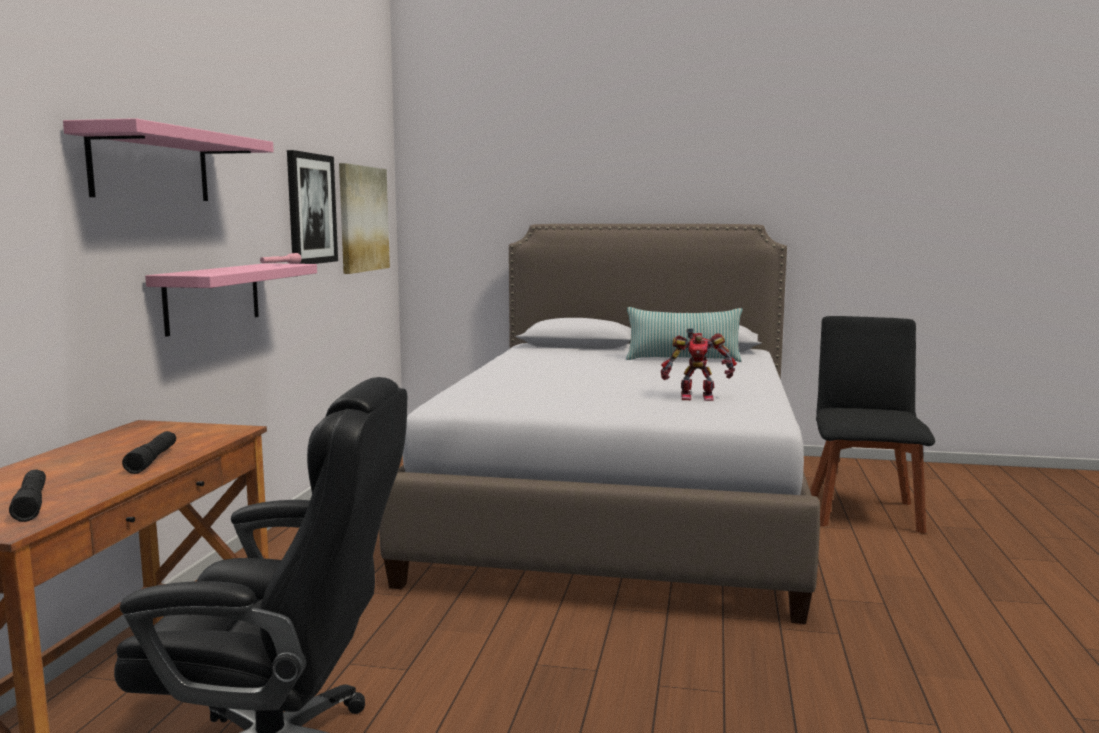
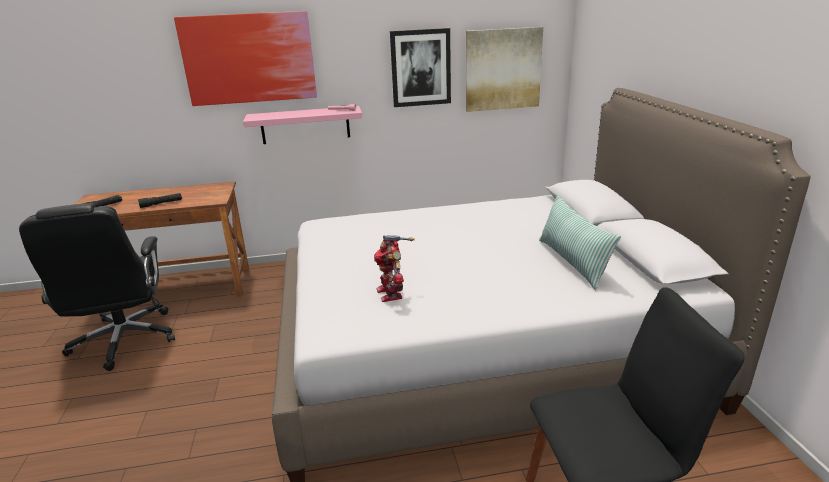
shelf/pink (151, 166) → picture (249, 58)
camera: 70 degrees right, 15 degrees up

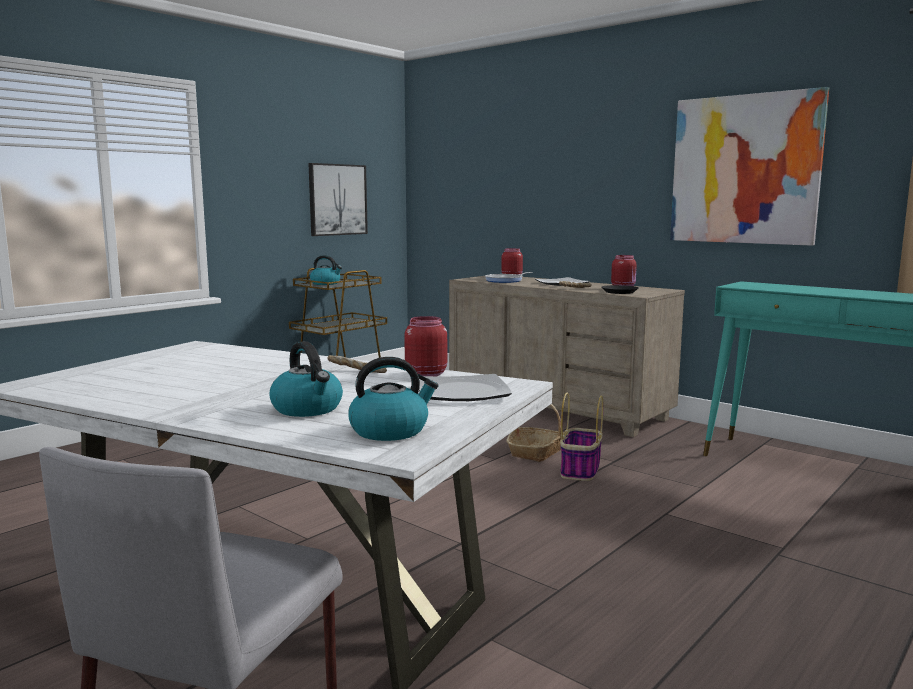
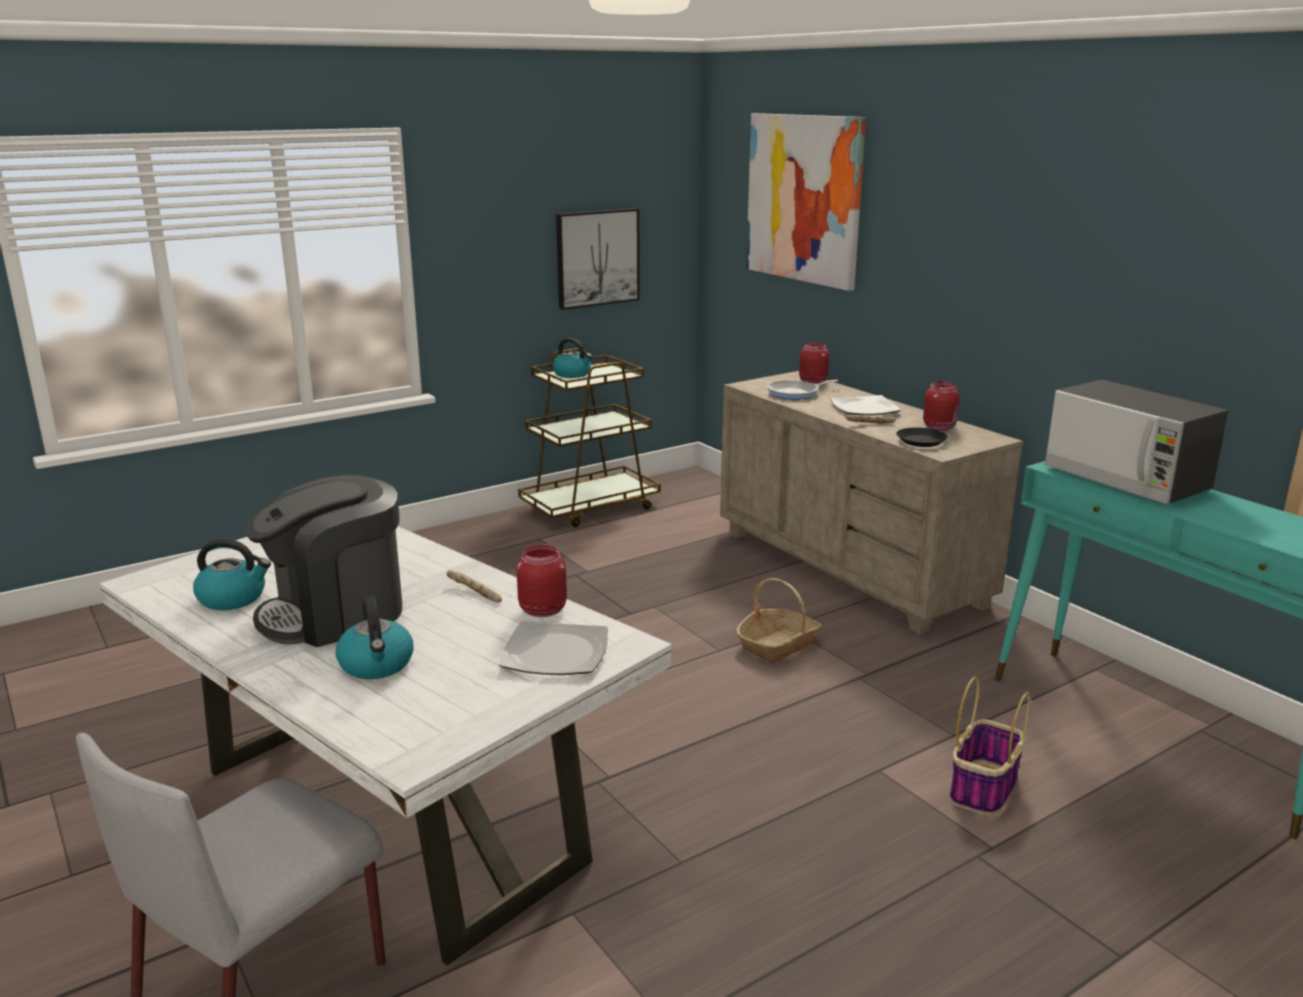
kettle (390, 430) → kettle (233, 598), move
- → coffee machine (335, 614)
picture (744, 170) → picture (803, 199), move
basket (580, 470) → basket (983, 789), move
- → microwave (1126, 479)
camera: 15 degrees right, 10 degrees up

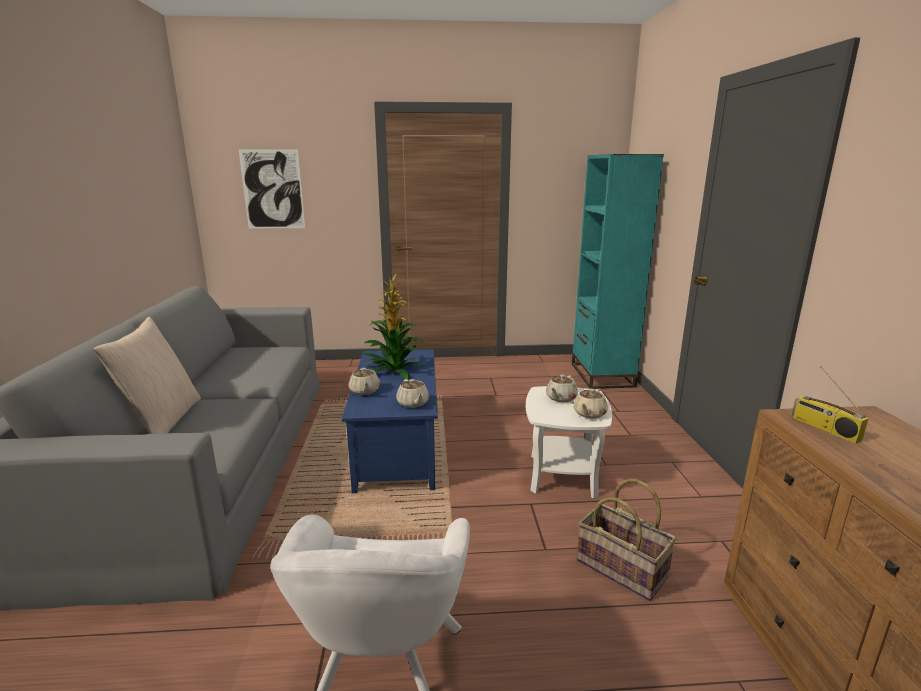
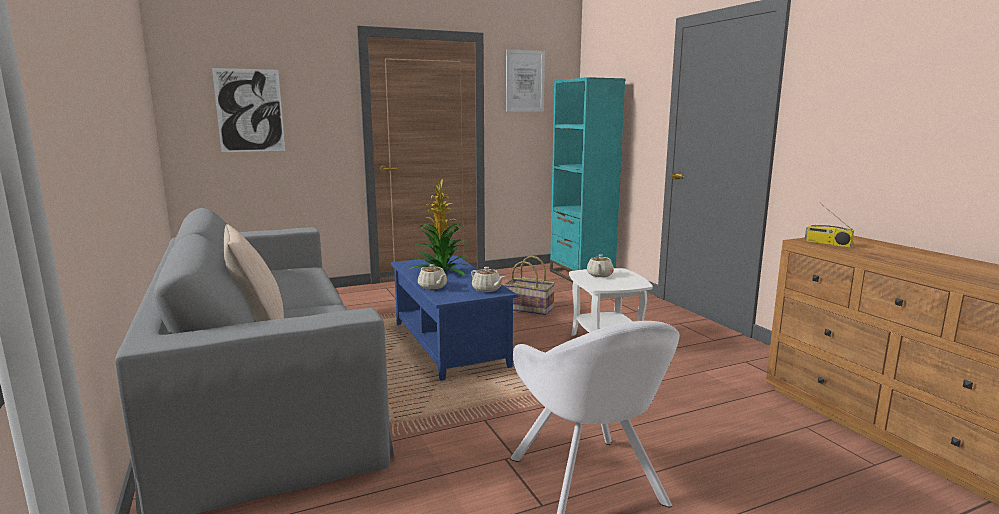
basket (622, 568) → basket (529, 308), move
- → picture (525, 81)
teapot/beige (589, 414) → -
camera: 20 degrees left, 5 degrees down

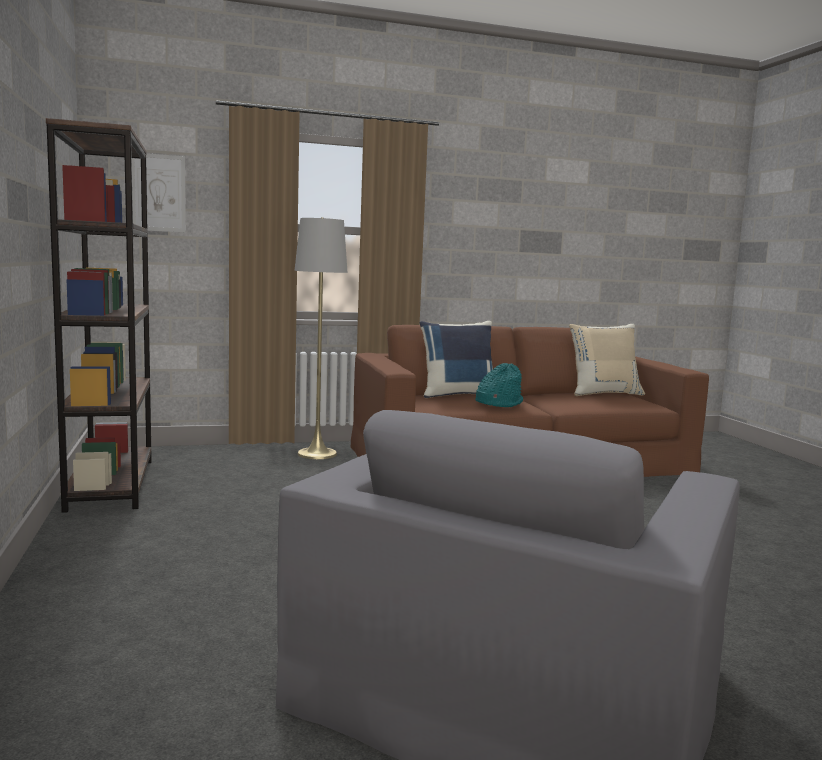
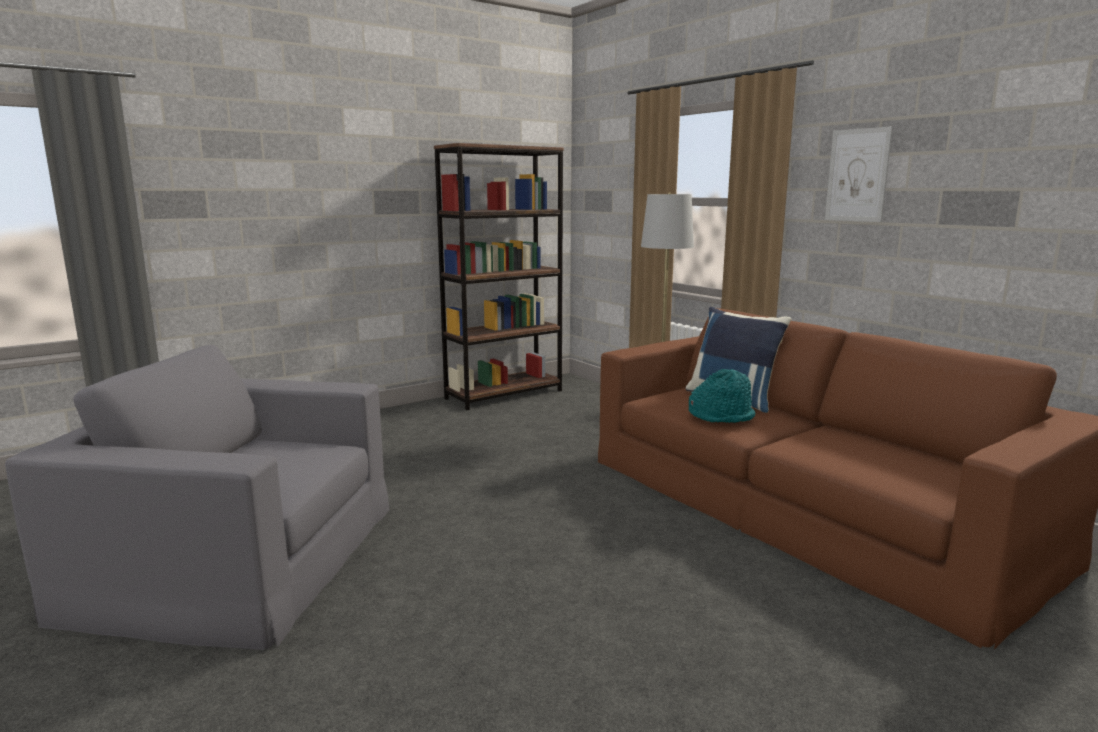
picture (158, 193) → picture (857, 175), move
pillow/beige (603, 393) → -
camera: 70 degrees right, 5 degrees up

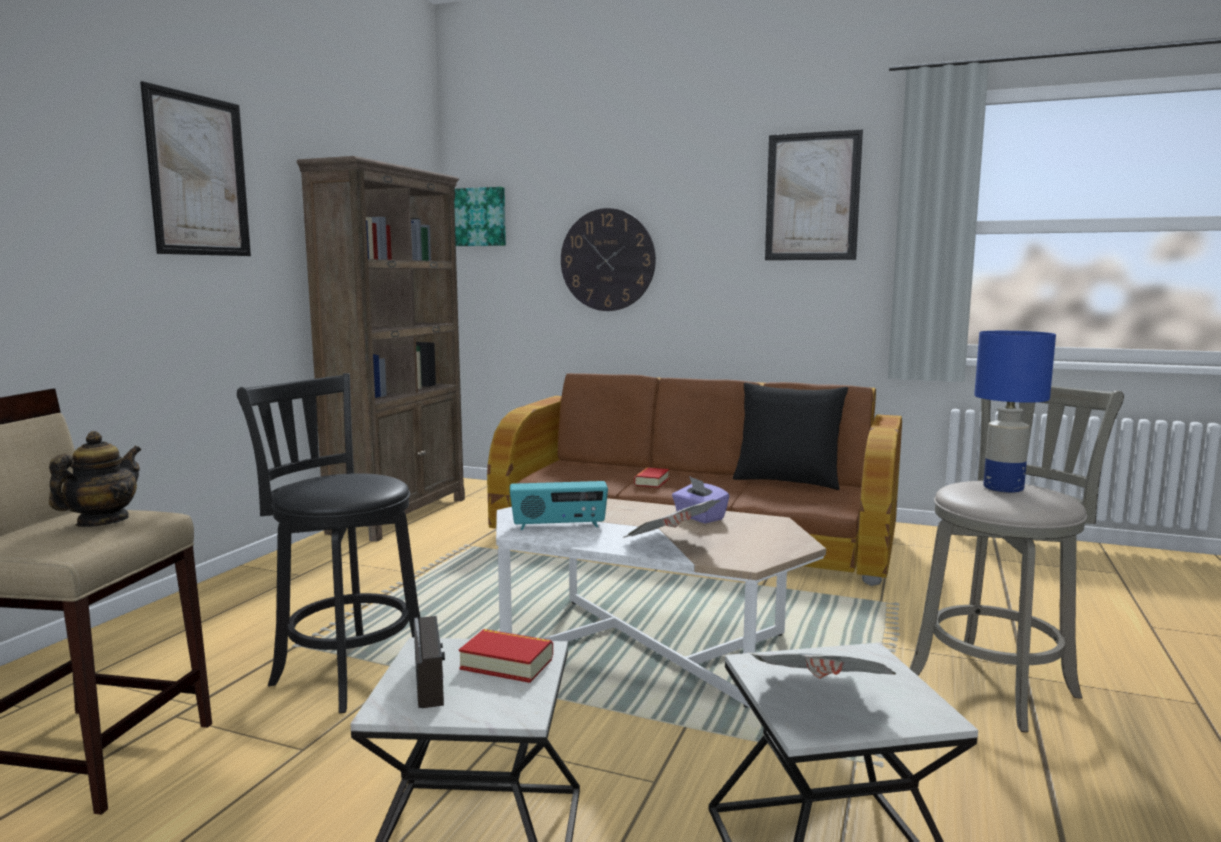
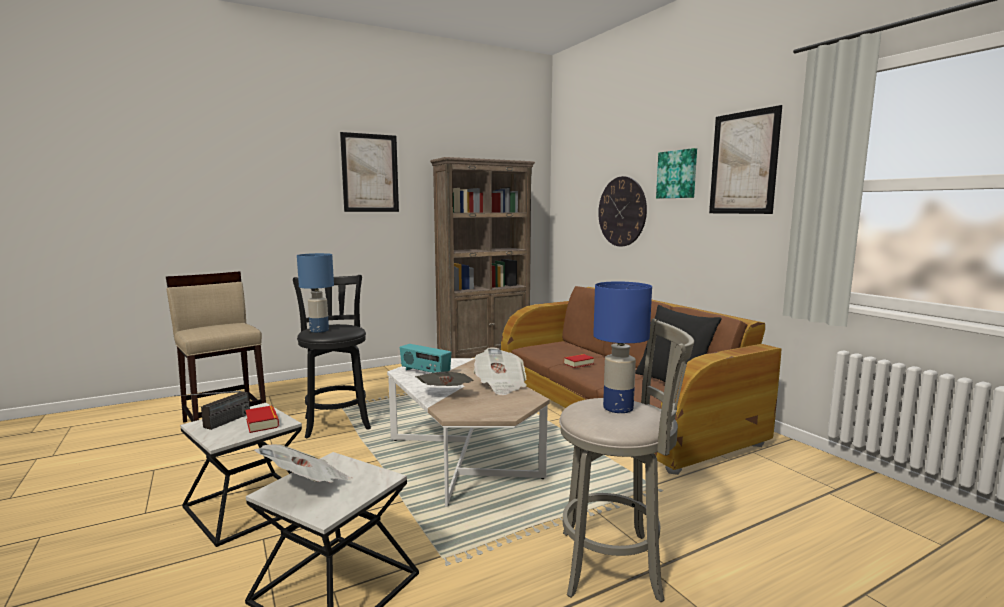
- → table lamp/blue (319, 331)
tissue box/purple (699, 517) → newspaper (500, 385)
picture (480, 217) → picture (677, 174), move
teapot (102, 522) → -
camera: 40 degrees right, 0 degrees up

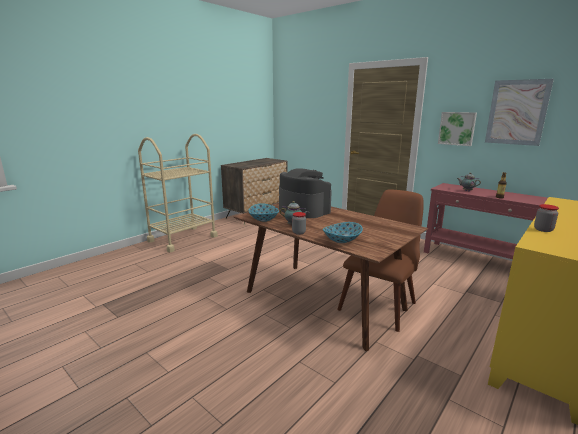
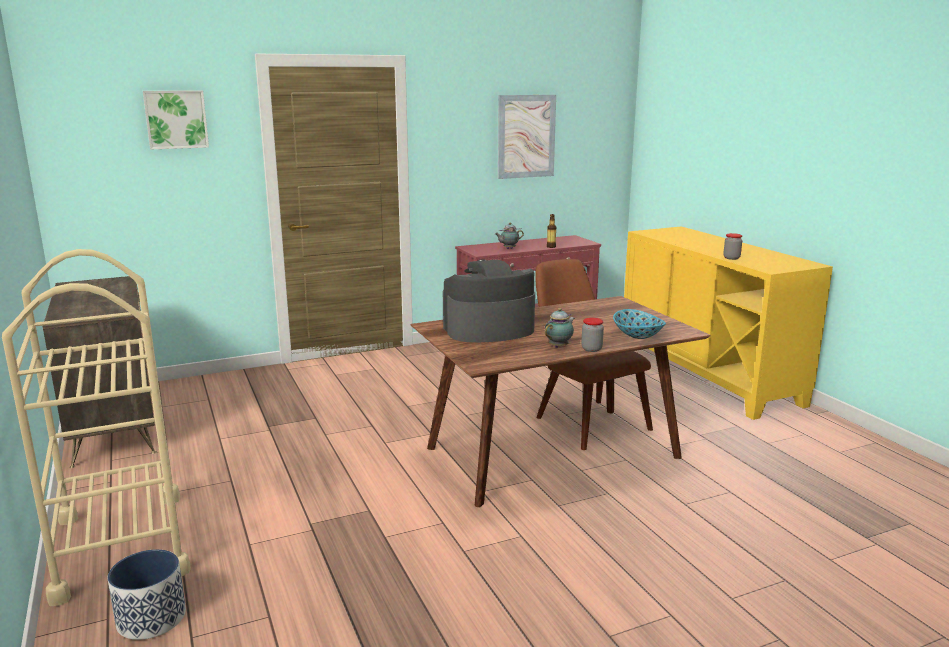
- → planter (151, 619)
picture (457, 128) → picture (176, 119), move
bowl (263, 219) → -
camera: 65 degrees left, 0 degrees up

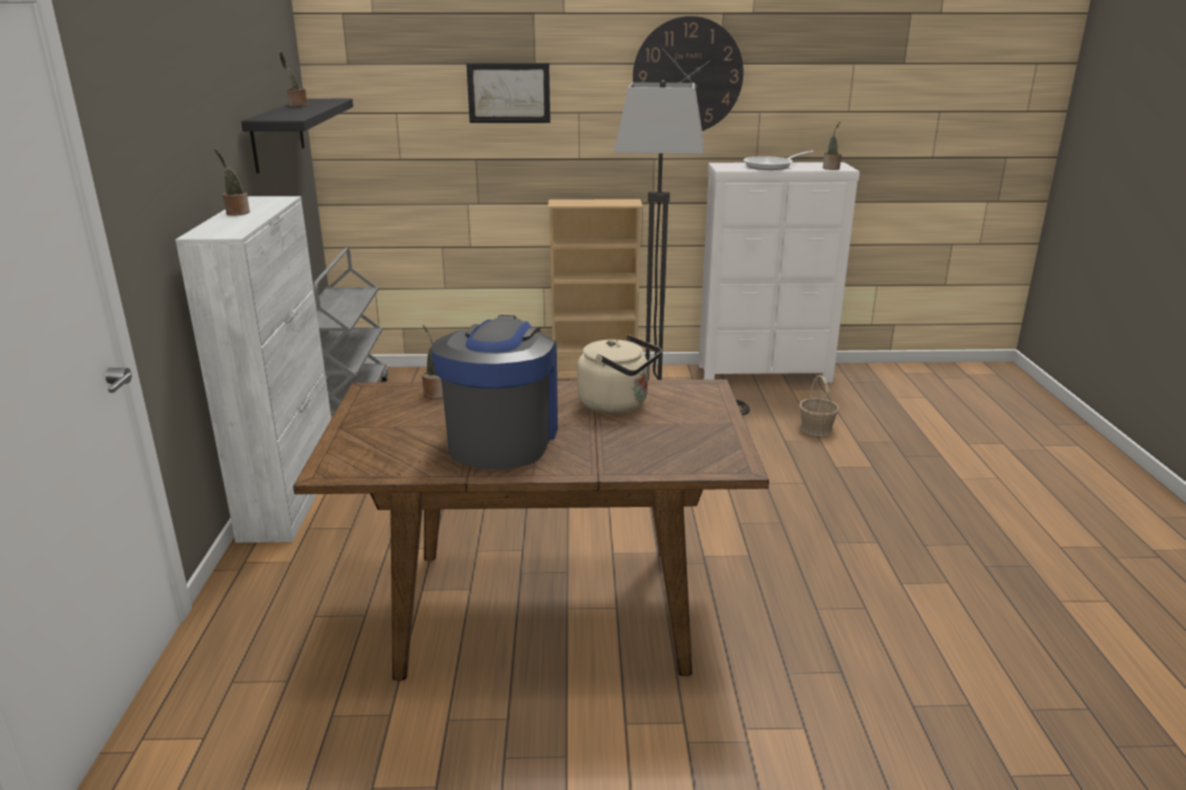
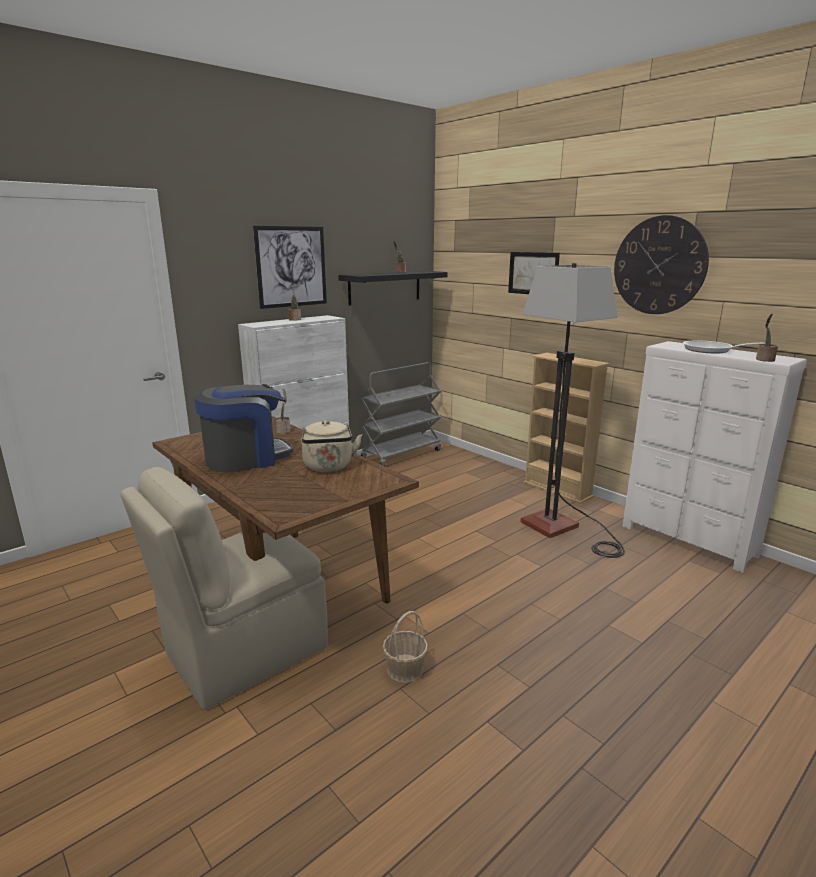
- → chair/beige (242, 652)
- → picture (291, 266)
basket (816, 429) → basket (404, 669), move
camera: 50 degrees right, 5 degrees down

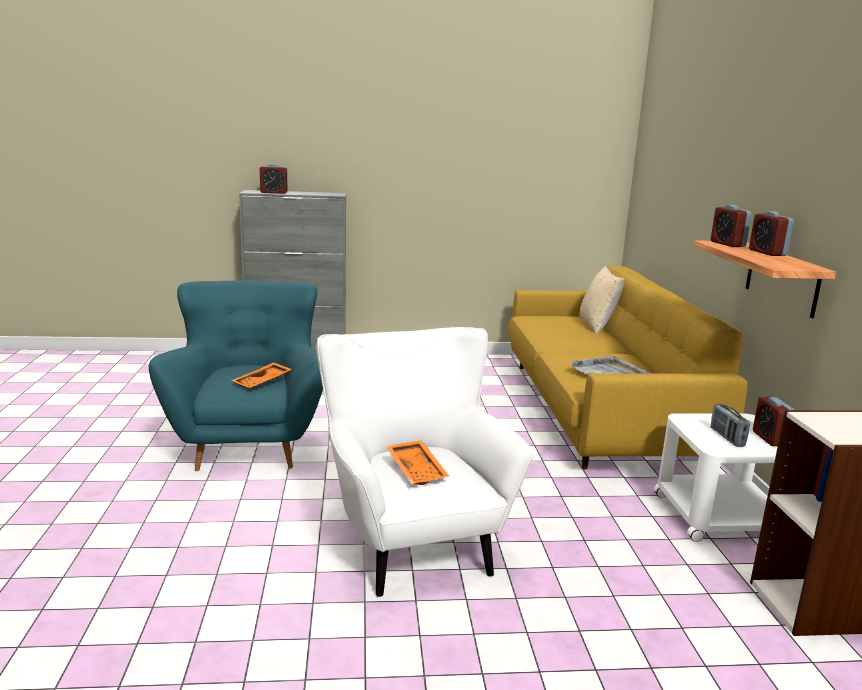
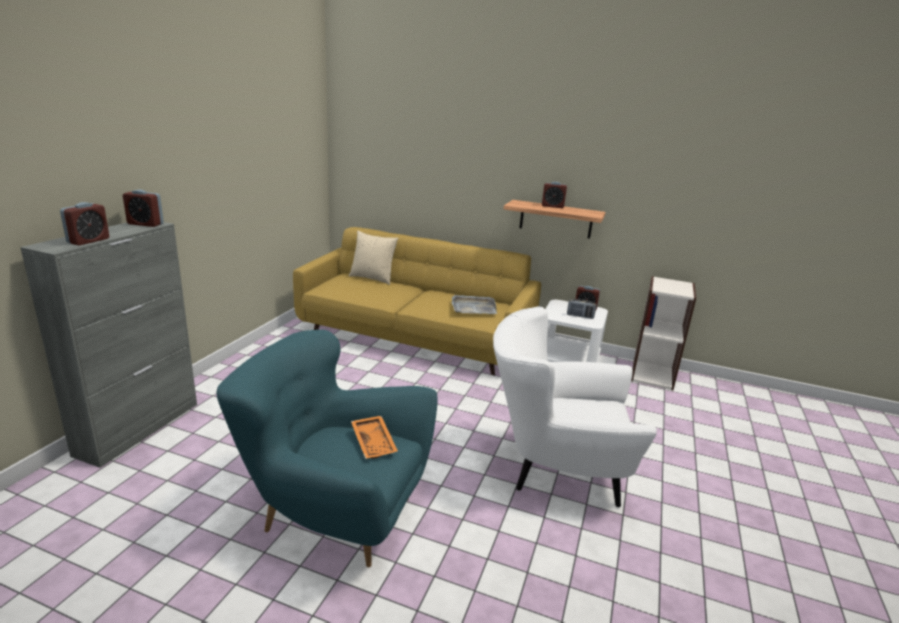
alarm clock (727, 244) → alarm clock (145, 224), move
tray/orange (418, 470) → -
camera: 65 degrees left, 5 degrees up

